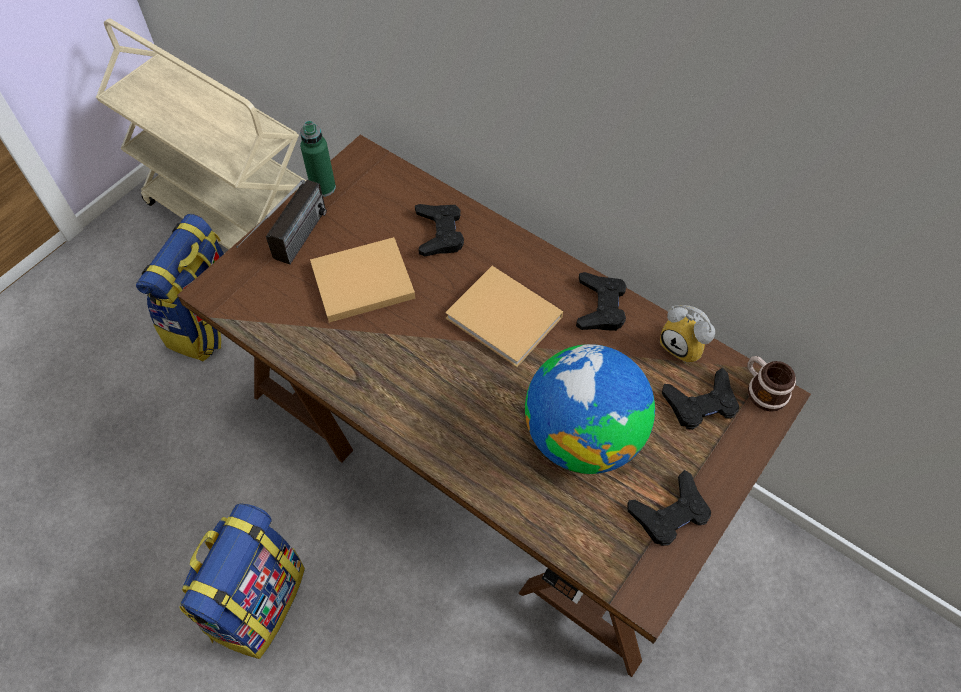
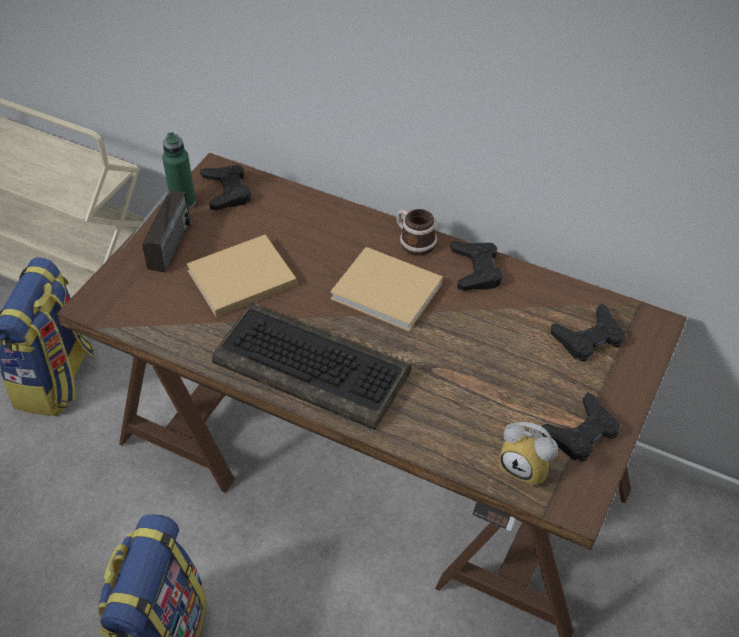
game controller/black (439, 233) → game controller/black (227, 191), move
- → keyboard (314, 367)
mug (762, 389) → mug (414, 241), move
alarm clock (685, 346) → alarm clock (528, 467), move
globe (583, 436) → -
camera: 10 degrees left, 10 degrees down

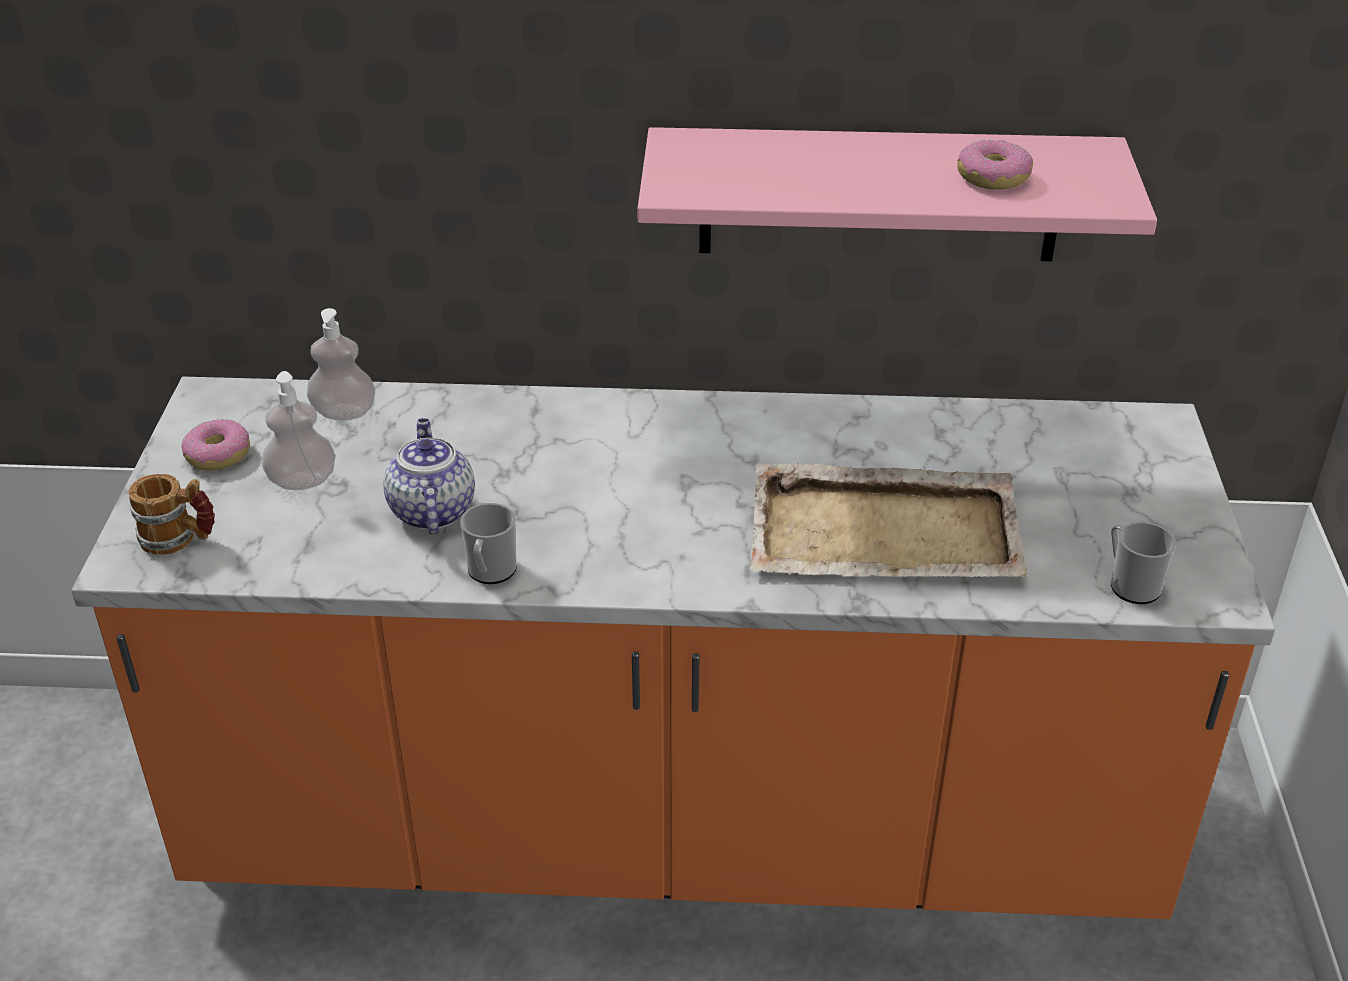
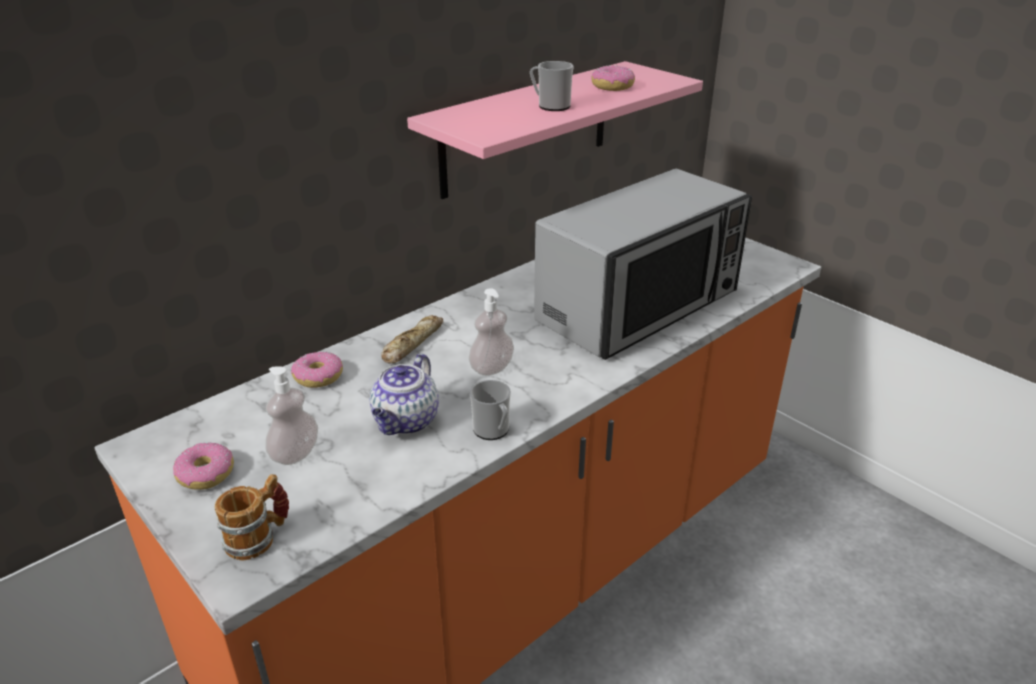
- → donut (319, 377)
teapot (431, 510) → teapot (406, 422), 105 degrees counterclockwise
- → bread (412, 344)
soap dispenser (344, 412) → soap dispenser (491, 368), move
mug (1130, 585) → mug (550, 106), move
tray/beige (887, 531) → microwave (639, 307)
camera: 45 degrees left, 5 degrees down

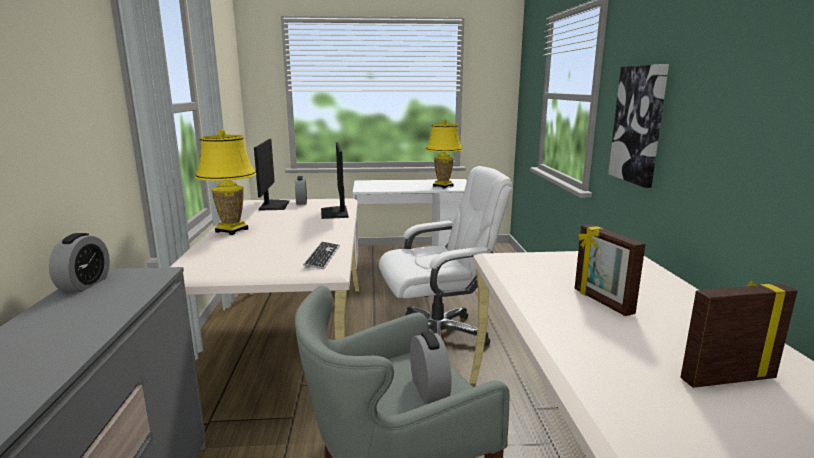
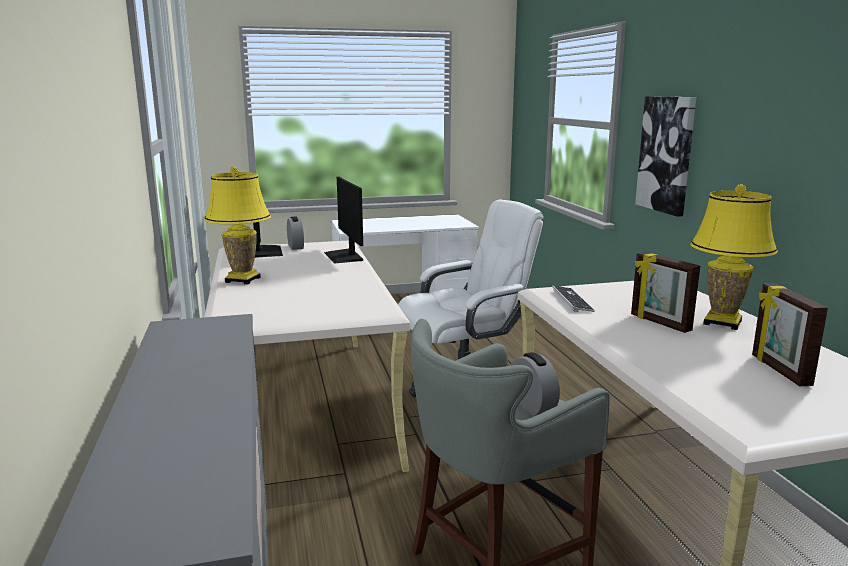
keyboard (322, 256) → keyboard (572, 300), move
table lamp/yellow (443, 186) → table lamp/yellow (722, 322), move
picture frame (726, 378) → picture frame (779, 370), 75 degrees counterclockwise
alarm clock (85, 284) → -
camera: 10 degrees left, 0 degrees up

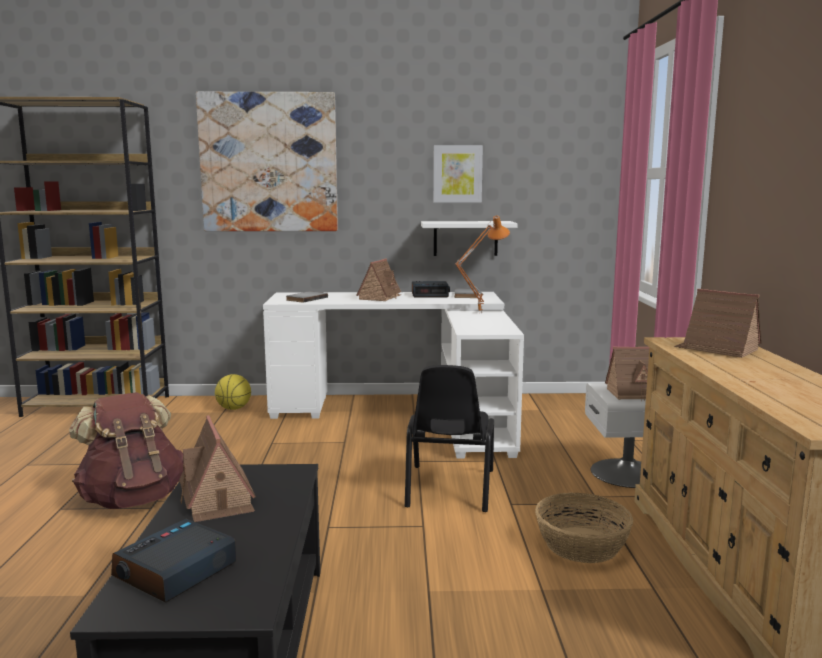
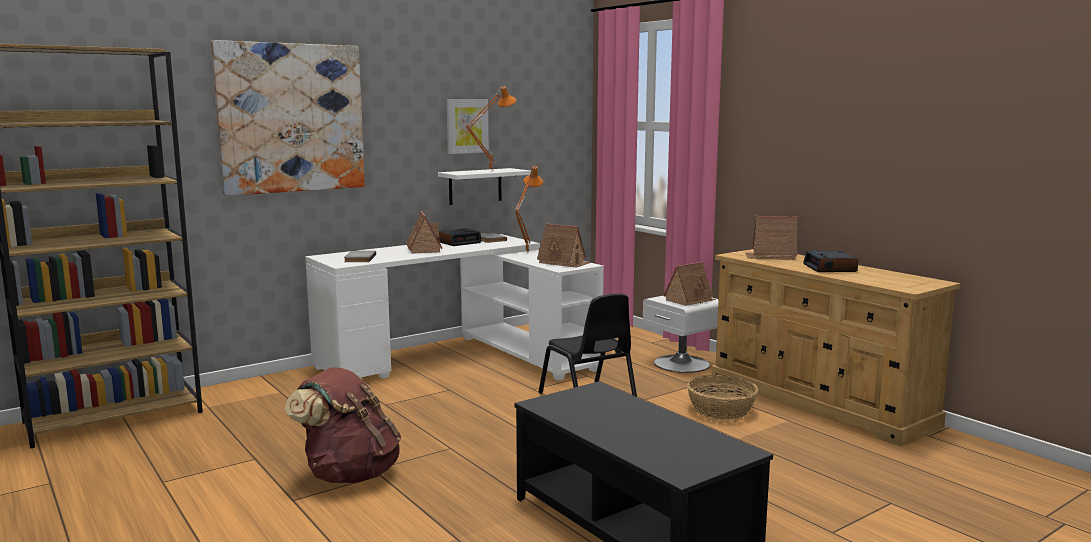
- → table lamp/orange (490, 171)
toy house (218, 498) → toy house (564, 262), move
alarm clock (175, 571) → alarm clock (830, 268), move
basketball (233, 409) → -
camera: 35 degrees left, 0 degrees up

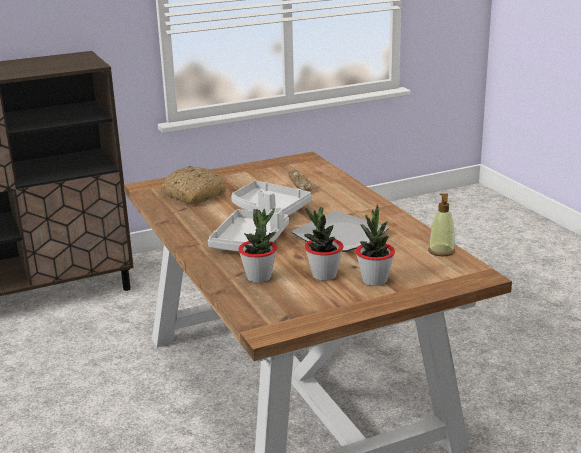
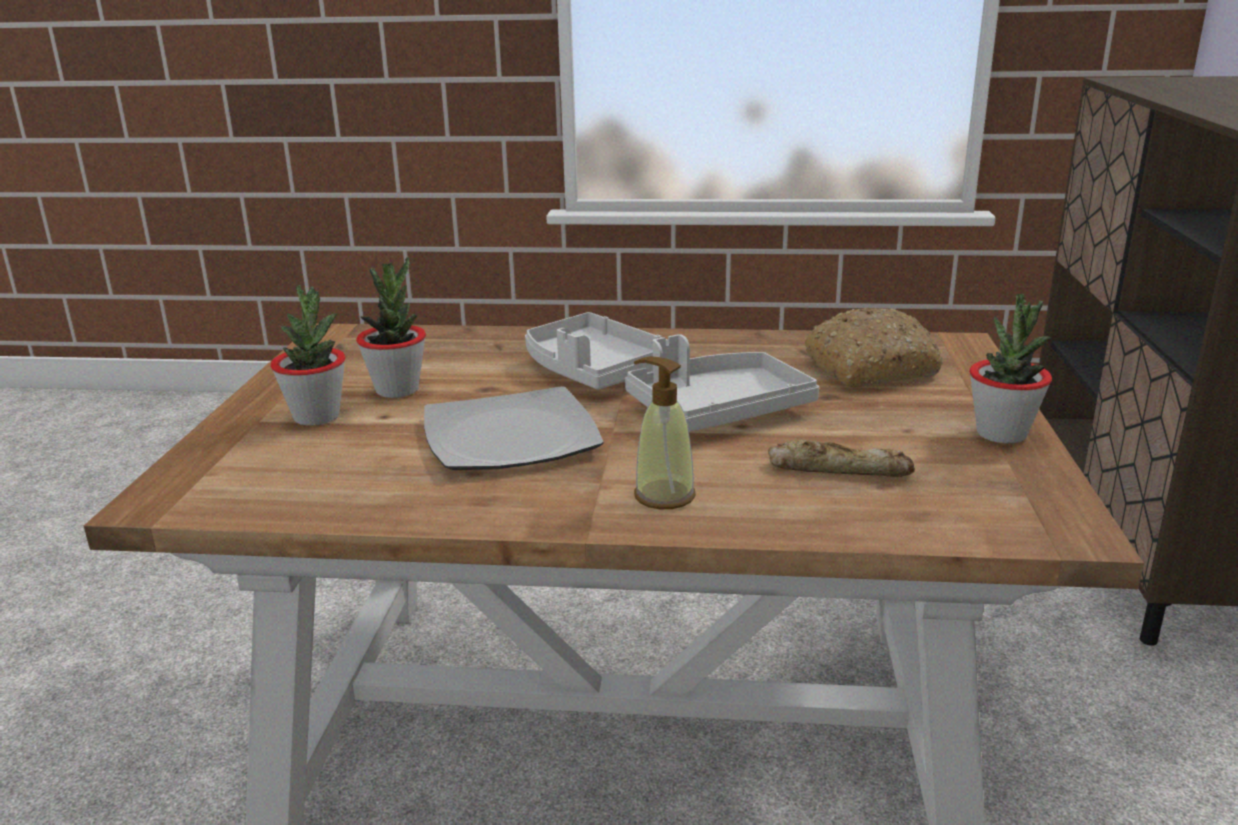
soap dispenser (441, 251) → soap dispenser (664, 496), move
potted plant (259, 277) → potted plant (1001, 434), move
camera: 120 degrees right, 0 degrees up

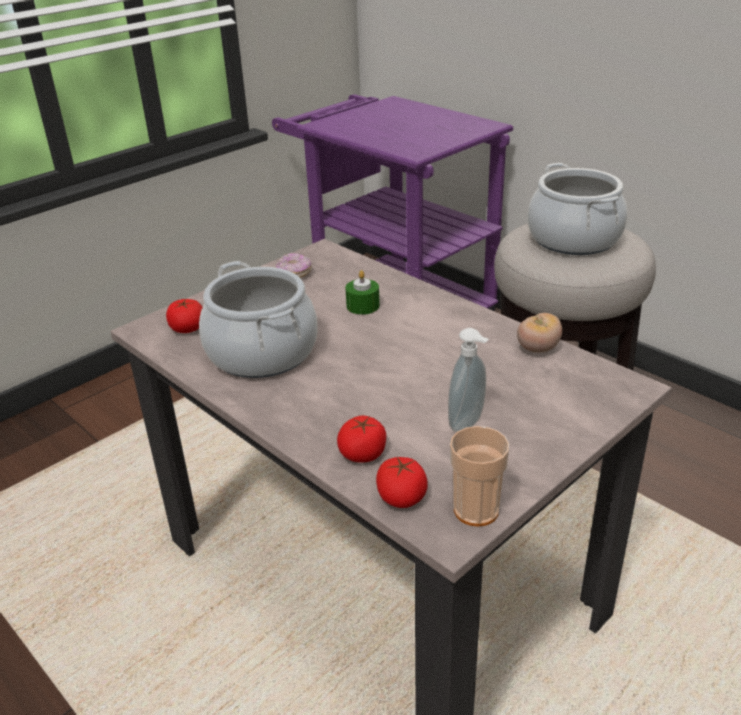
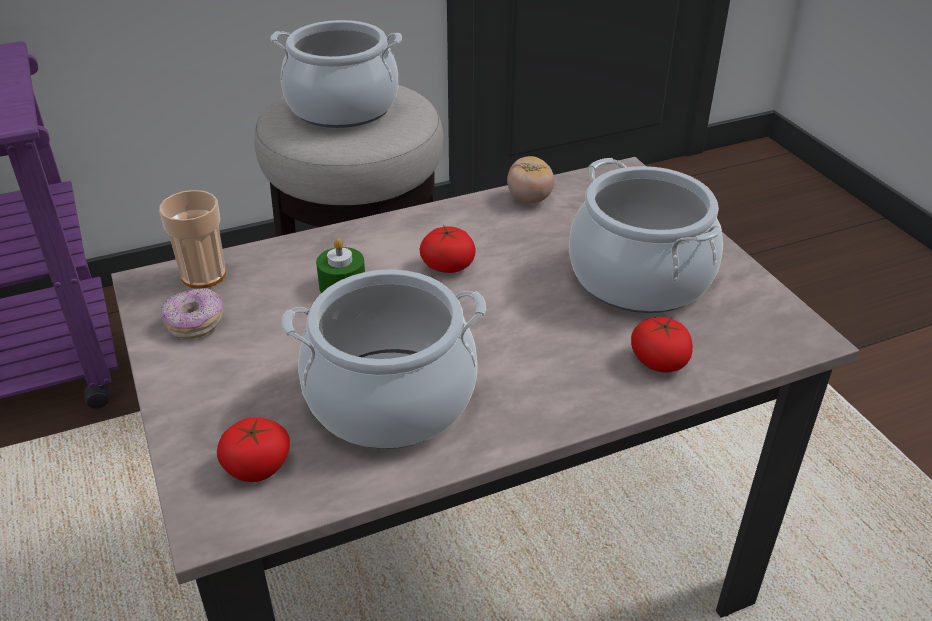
cup (476, 510) → cup (203, 275), move
tomato (402, 496) → tomato (448, 265), move
soap dispenser (468, 424) → cooking pot (639, 277)
camera: 70 degrees left, 5 degrees up

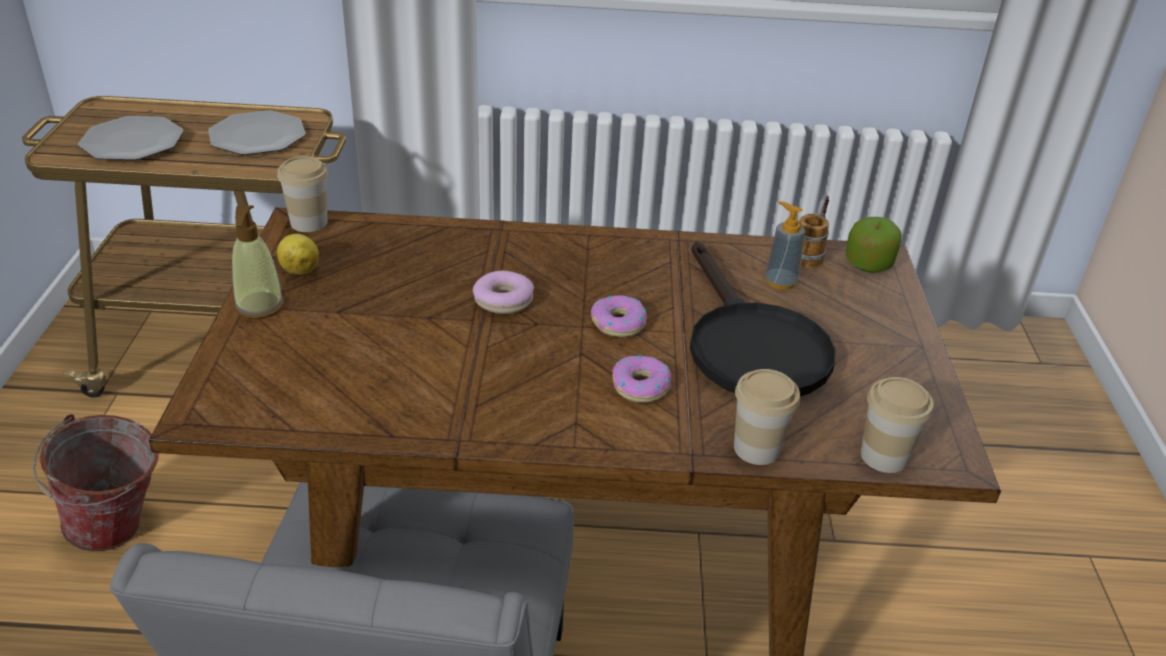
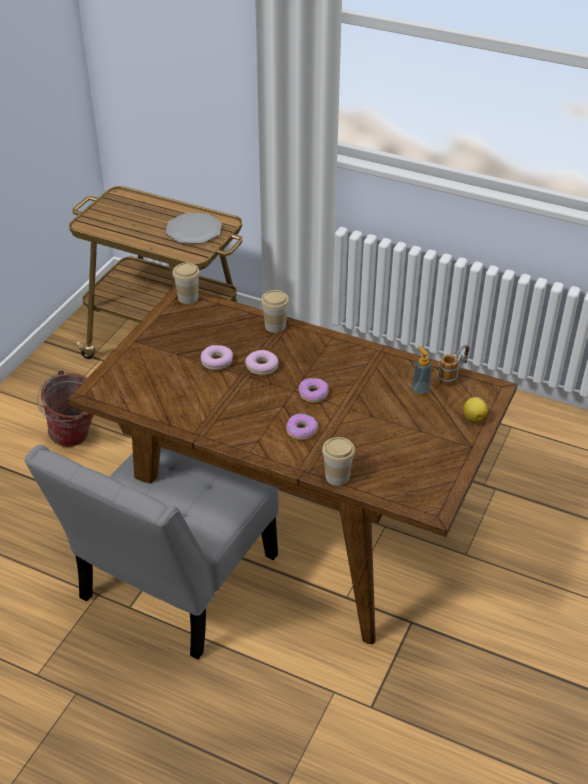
- → donut (217, 361)
cup (884, 456) → cup (275, 326), move
lemon (300, 269) → lemon (474, 417), move
plate (132, 141) → -
soap dispenser (259, 306) → -
frying pan/black (750, 345) → -
apple (868, 264) → -
camera: 25 degrees right, 5 degrees up

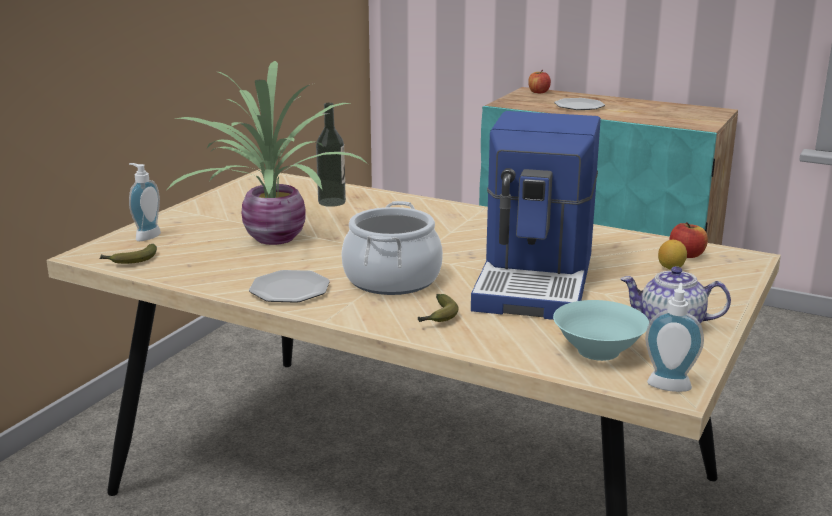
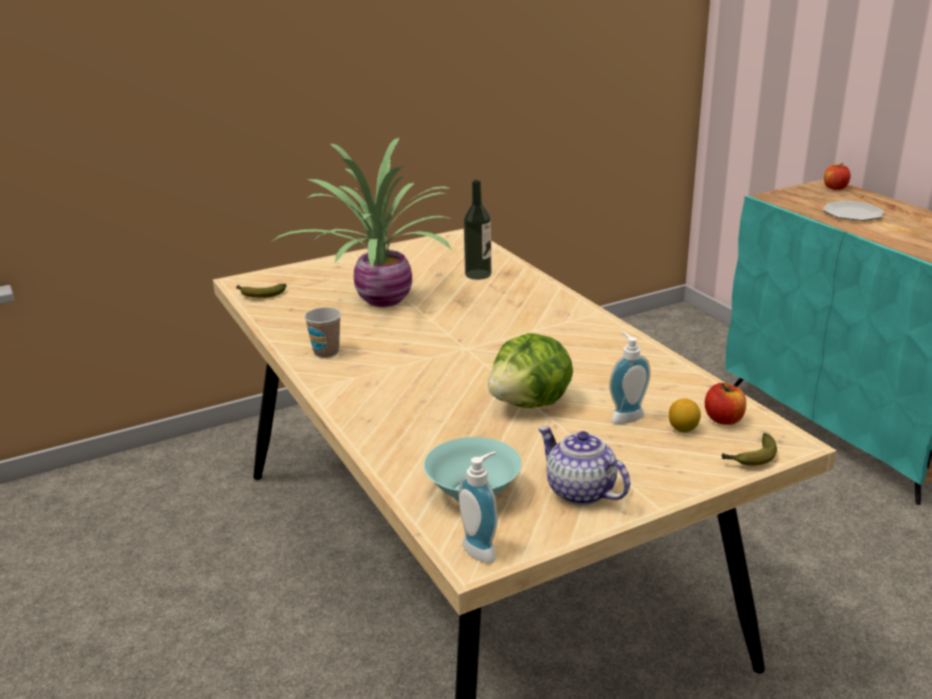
plate (290, 289) → cup (326, 352)
coffee machine (537, 280) → lettuce (531, 403)
soap dispenser (145, 236) → soap dispenser (625, 416), move
banana (438, 317) → banana (750, 458), move
cooking pot (391, 279) → -
camera: 35 degrees right, 5 degrees up

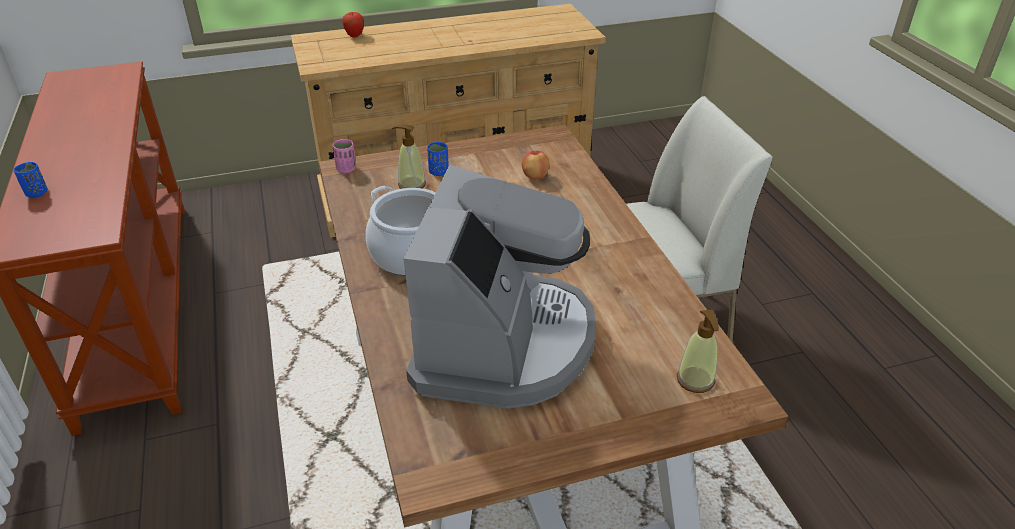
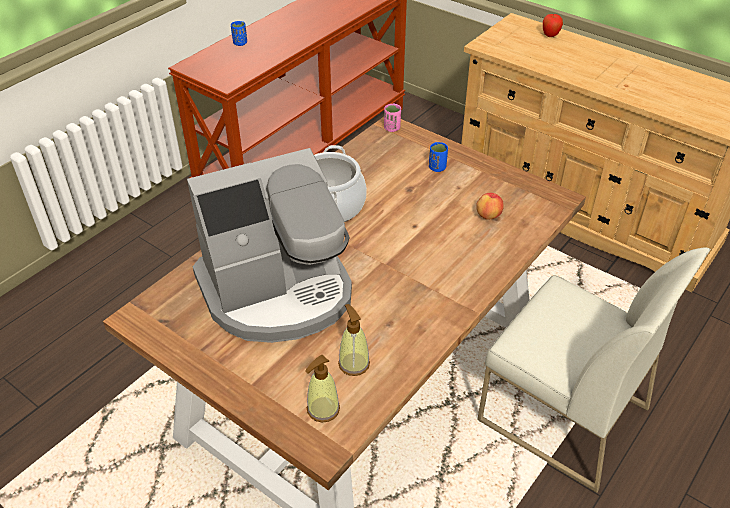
soap dispenser (411, 185) → soap dispenser (354, 364), move
camera: 55 degrees right, 5 degrees up

